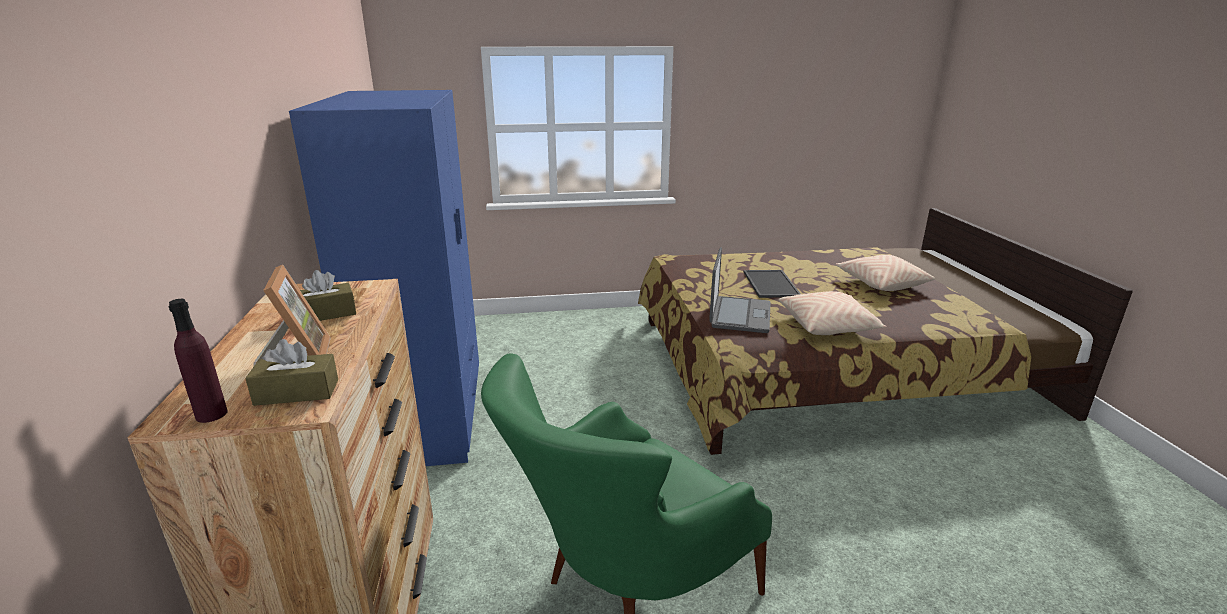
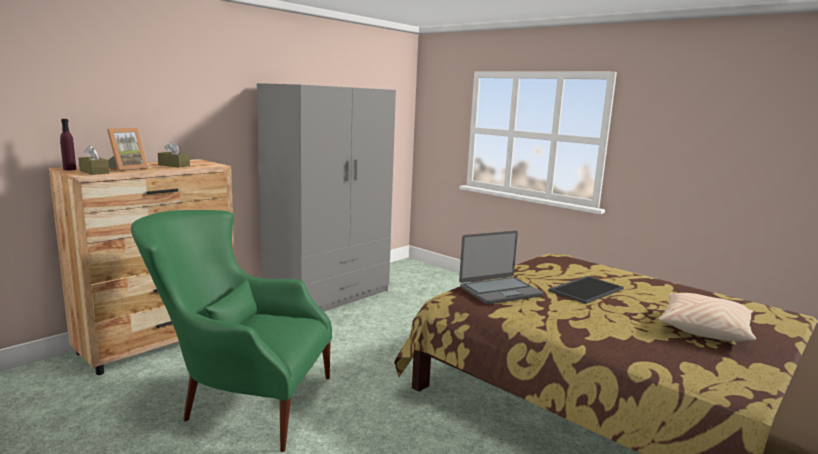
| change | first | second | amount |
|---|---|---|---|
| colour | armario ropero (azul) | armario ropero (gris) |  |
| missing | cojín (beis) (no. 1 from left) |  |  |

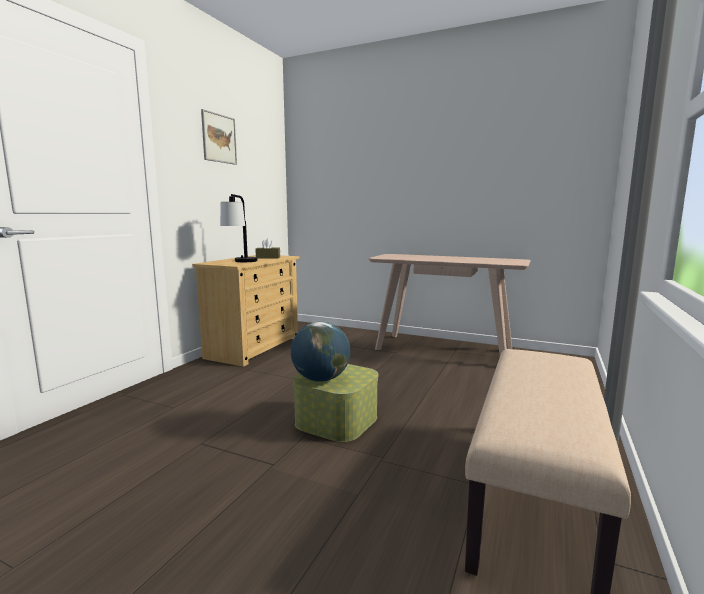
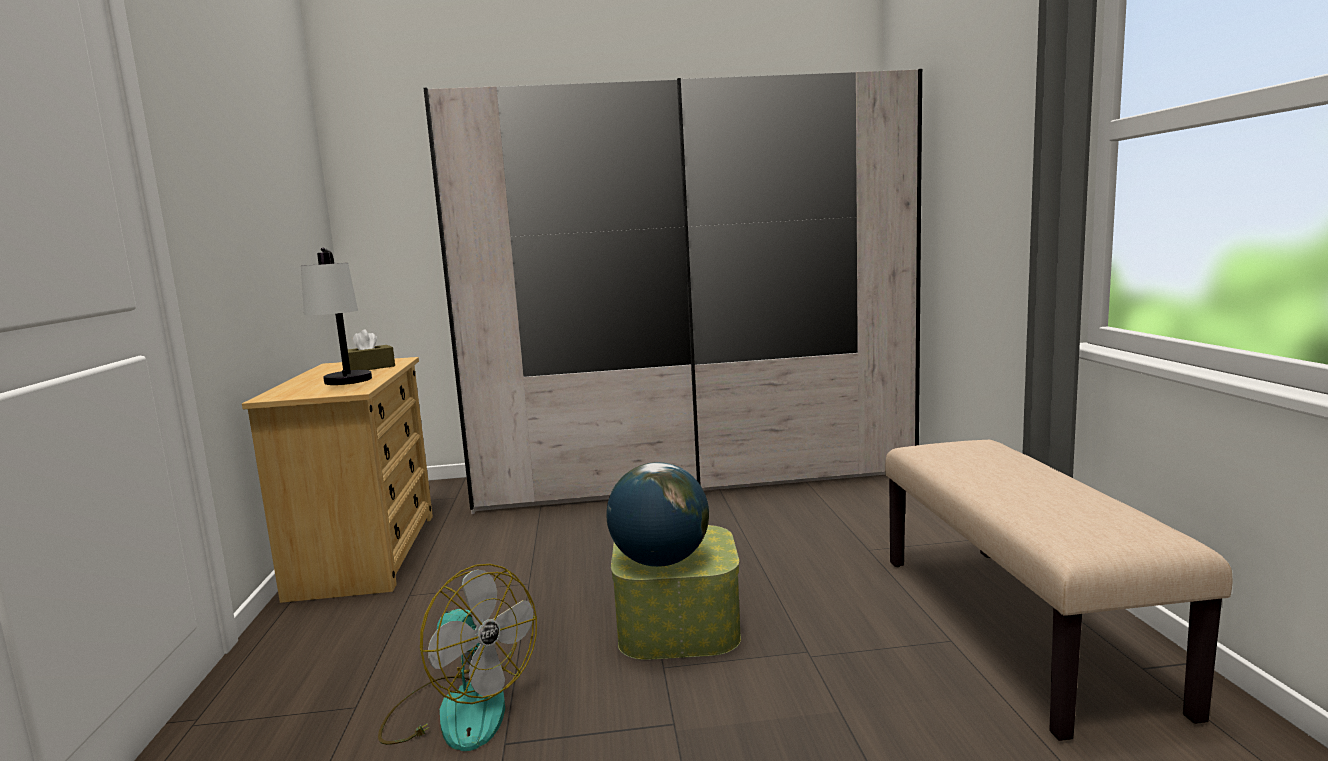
| change | first | second | amount |
|---|---|---|---|
| missing | cuadro |  |  |
| exchanged | mesa consola (beis) | armario ropero (blanco) |  |
| appeared |  | ventilador |  |

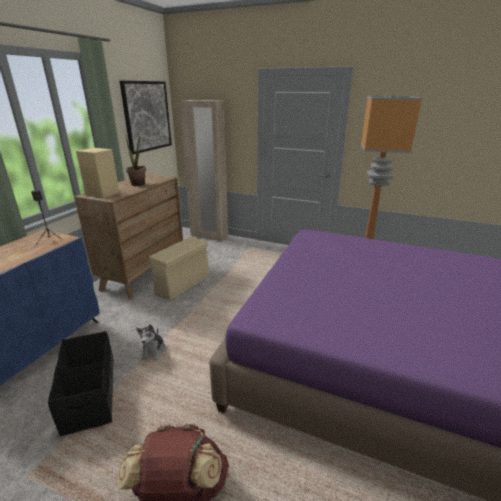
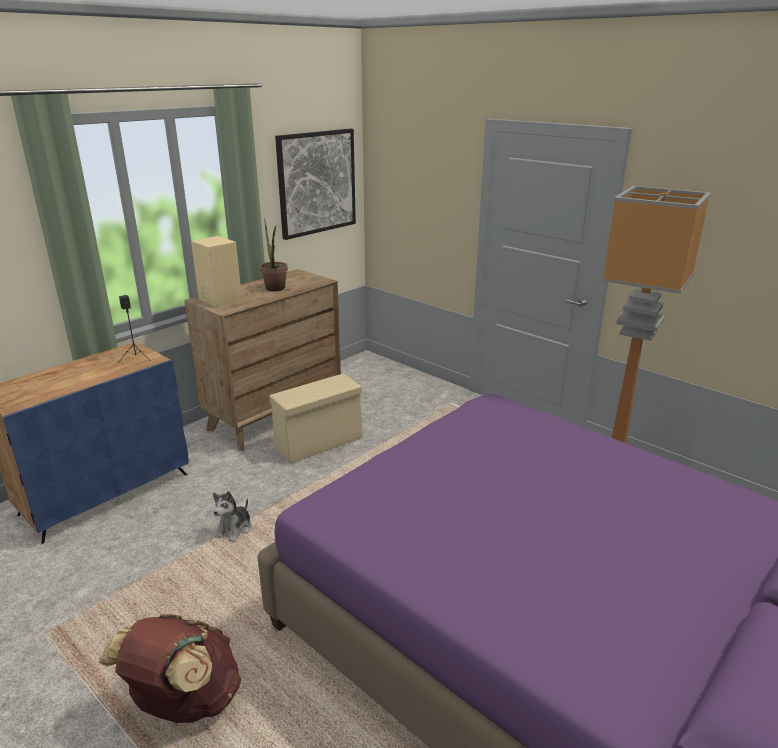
| change | first | second | amount |
|---|---|---|---|
| missing | armario ropero (beis) |  |  |
| missing | caja de almacenaje (negro) |  |  |

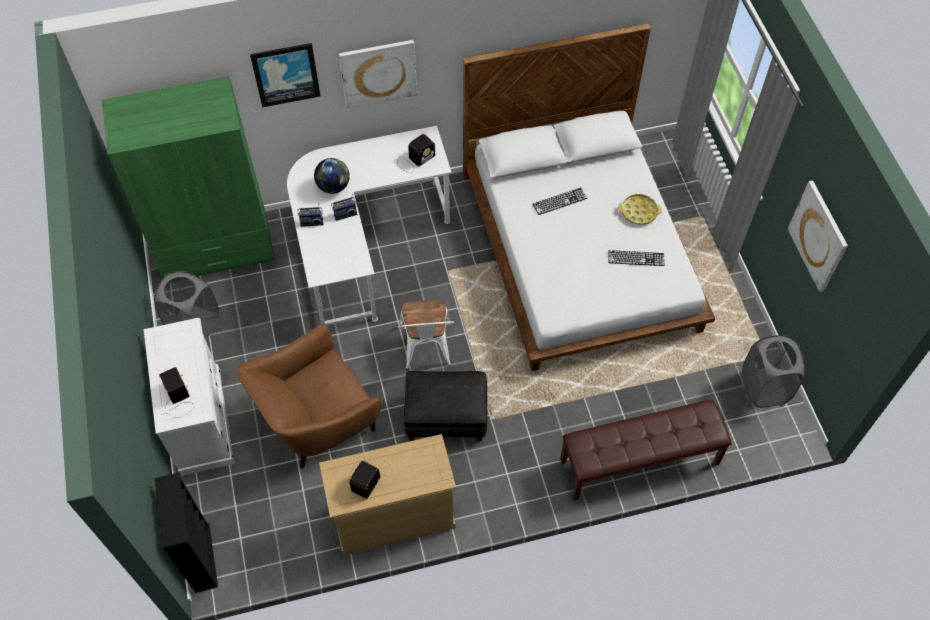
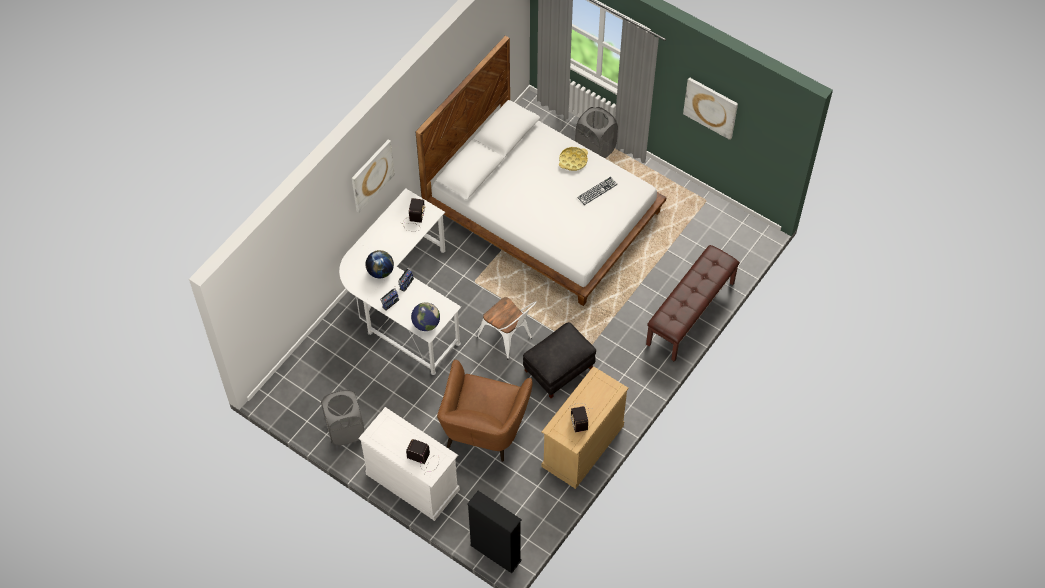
| change | first | second | amount |
|---|---|---|---|
| missing | cuadro (no. 1 from left) |  |  |
| missing | armario ropero (verde) |  |  |
| missing | teclado (no. 1 from left) |  |  |
| relocated | cesto de la ropa (gris) (no. 2 from left) |  |  |
| appeared |  | globo terráqueo (no. 2 from left) |  |

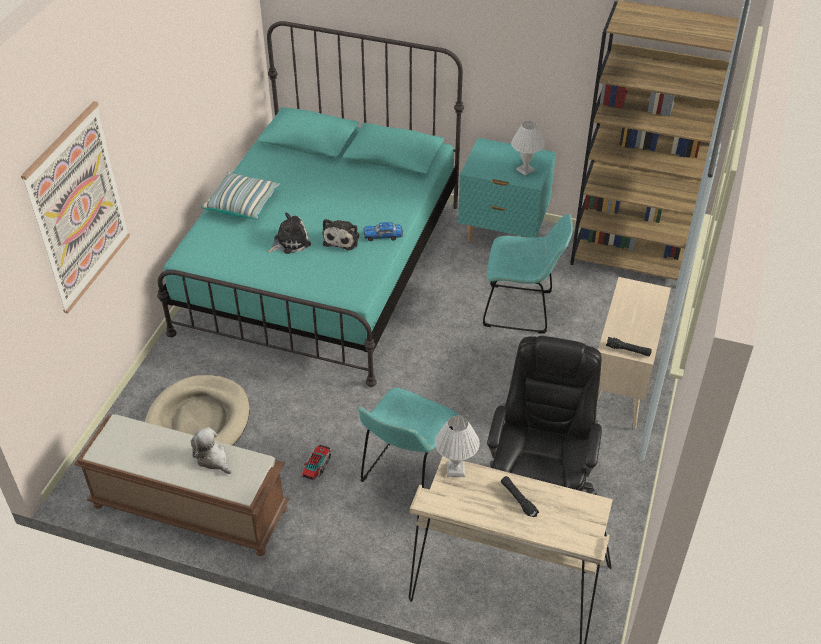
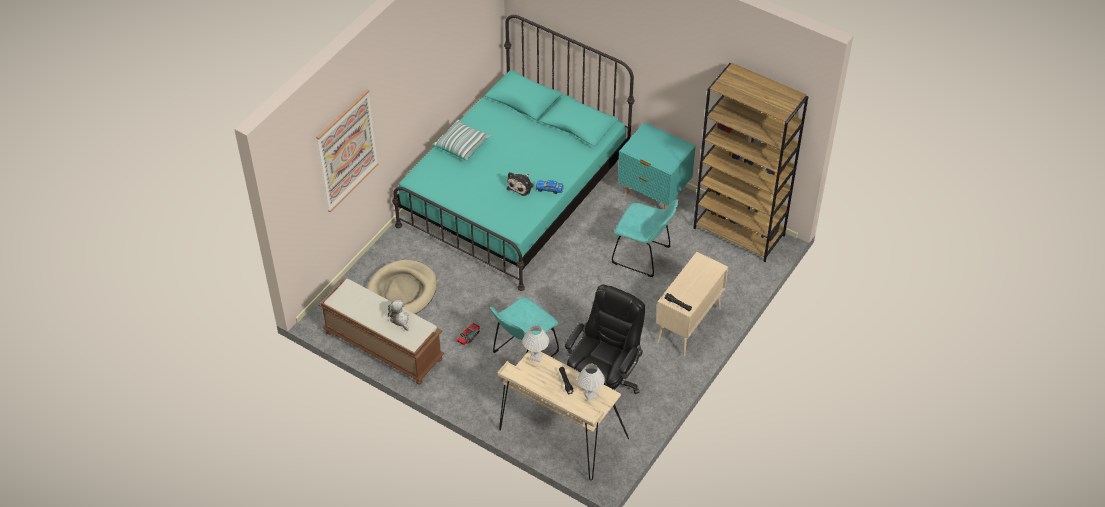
| change | first | second | amount |
|---|---|---|---|
| relocated | lámpara de mesa (blanco) (no. 2 from left) |  |  |
| missing | peluche (no. 2 from left) |  |  |

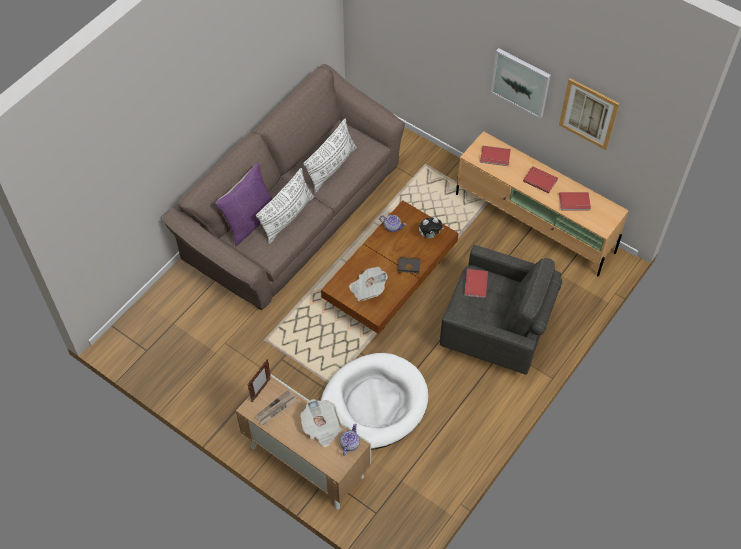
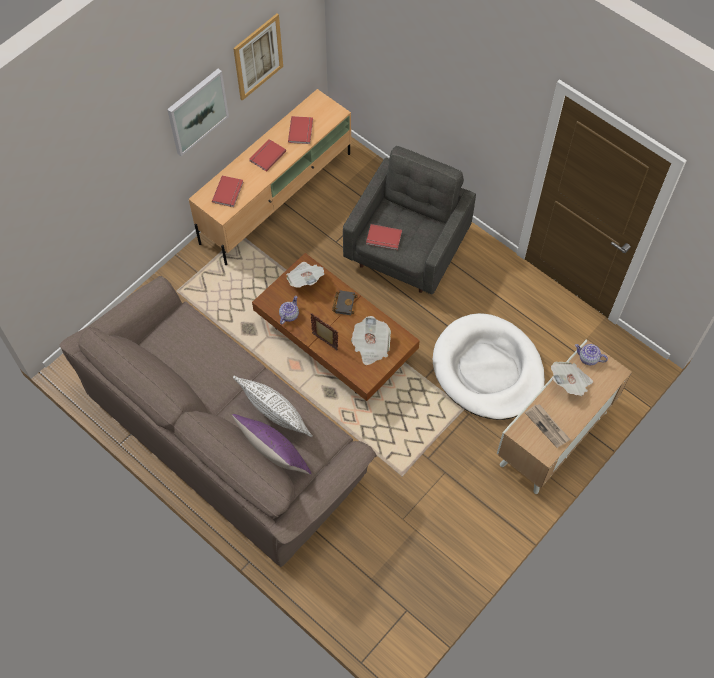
| change | first | second | amount |
|---|---|---|---|
| missing | cojín (blanco) (no. 2 from left) |  |  |
| exchanged | peluche | periódico (no. 1 from left) |  |
| relocated | portarretratos |  |  |

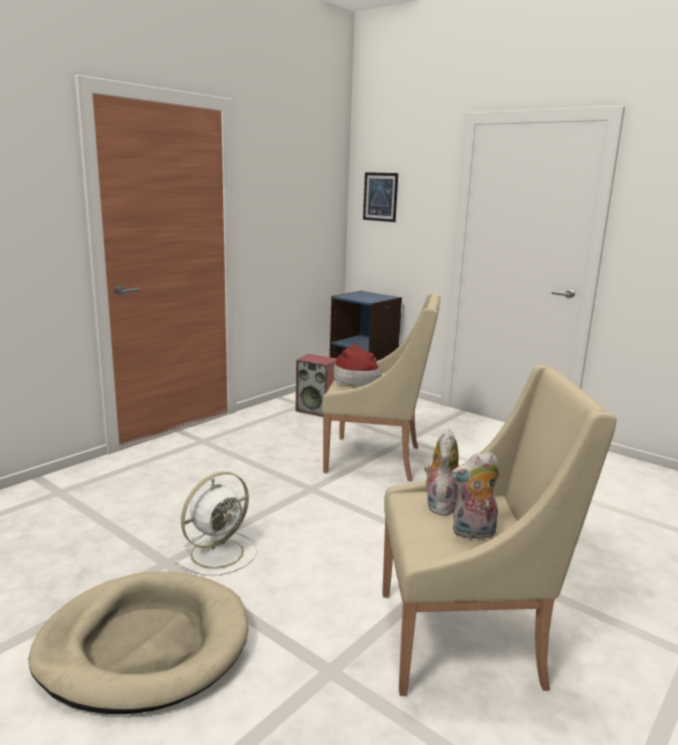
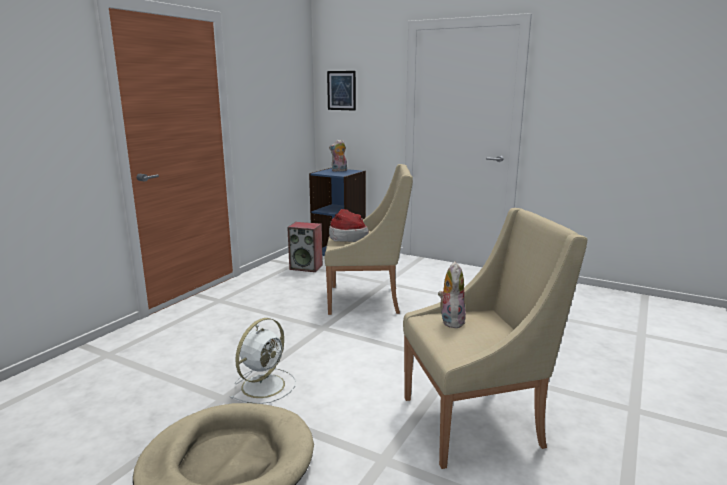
| change | first | second | amount |
|---|---|---|---|
| relocated | peluche (no. 2 from left in the first image) | peluche (no. 1 from left) |  |

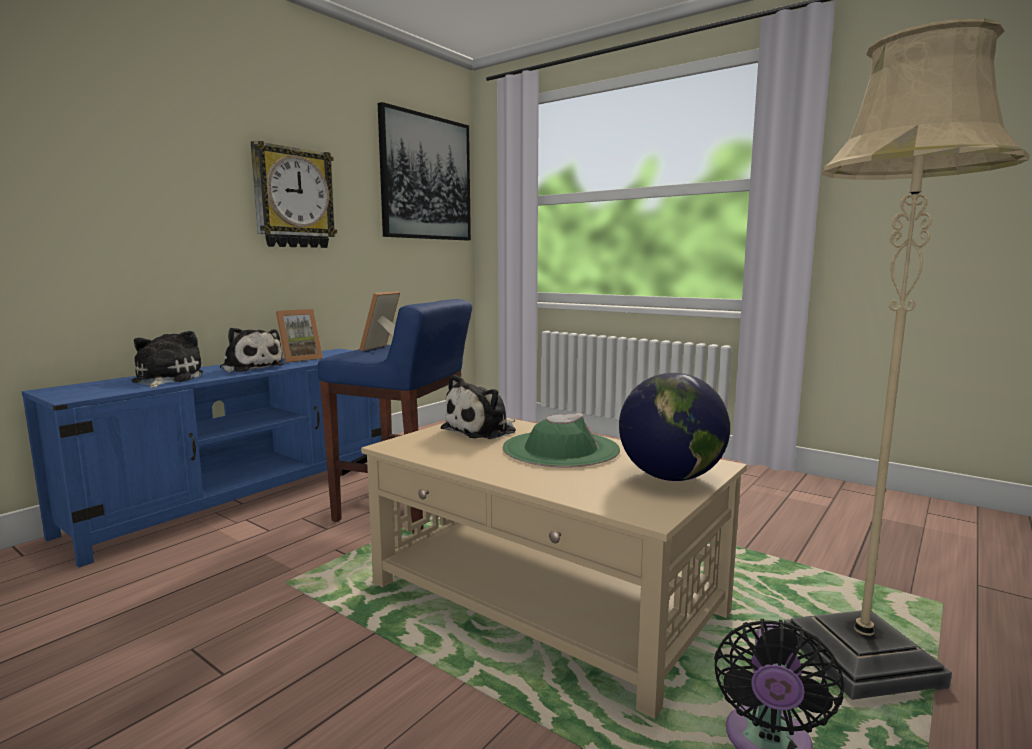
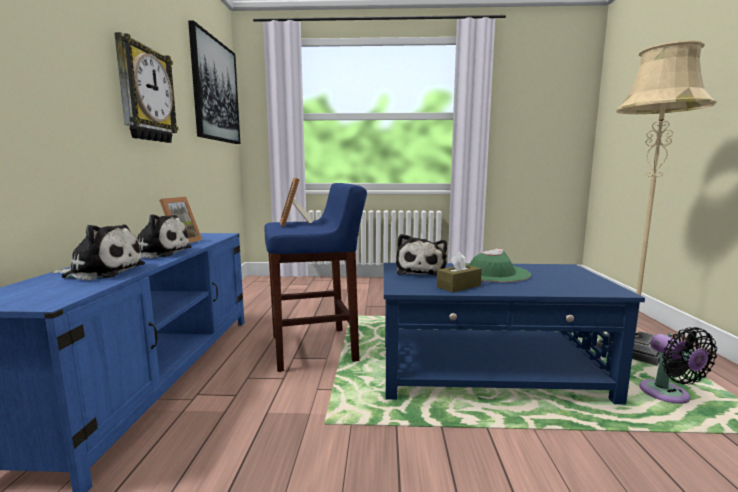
| change | first | second | amount |
|---|---|---|---|
| spun | peluche (no. 1 from left) |  | 135 degrees clockwise |
| missing | globo terráqueo |  |  |
| colour | mesa de centro (beis) | mesa de centro (azul) |  |
| appeared |  | caja de pañuelos (marrón) |  |

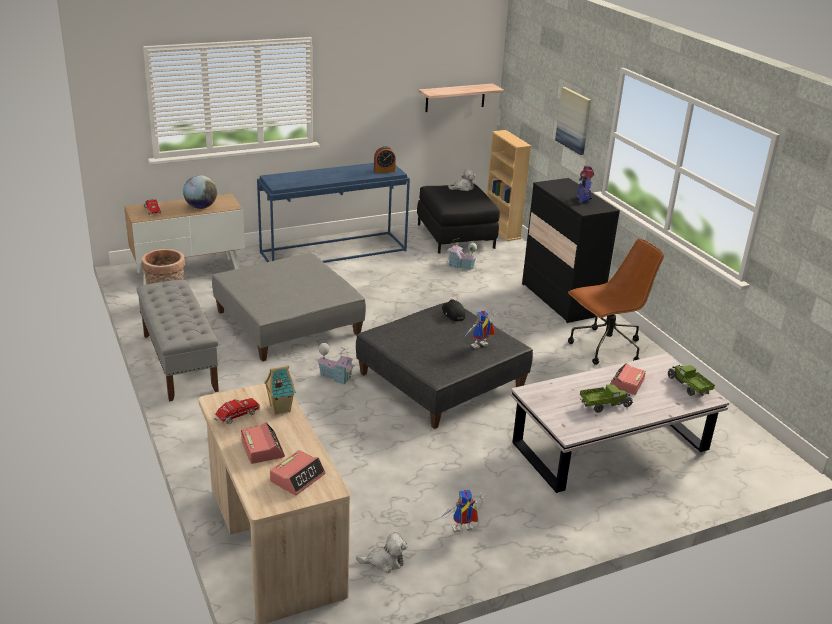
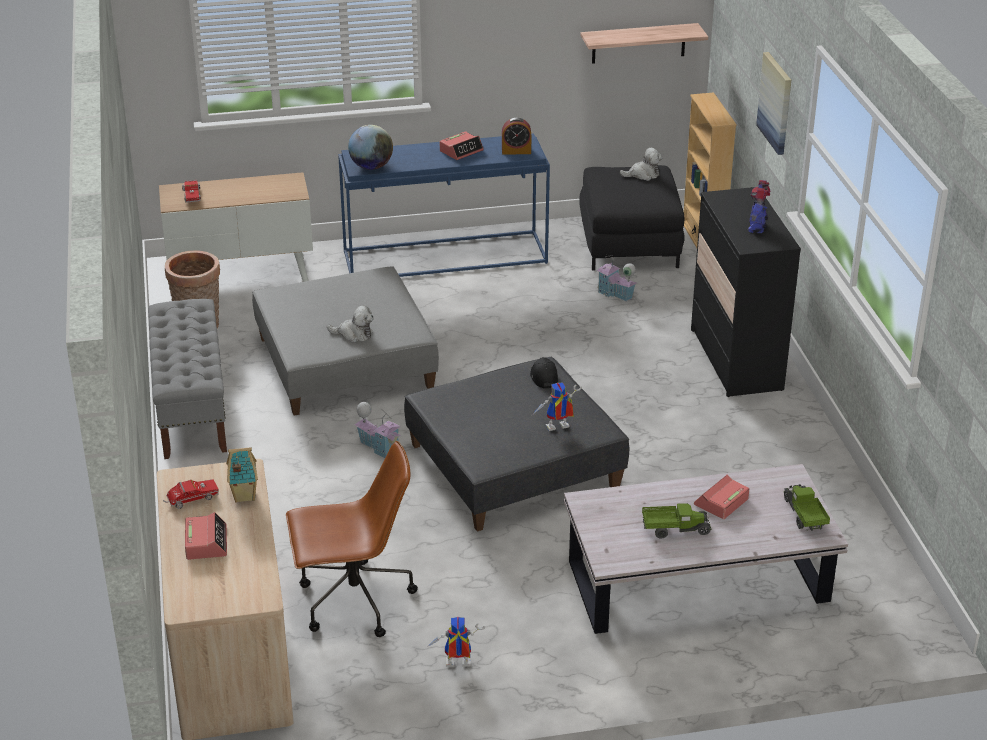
| change | first | second | amount |
|---|---|---|---|
| relocated | globo terráqueo |  |  |
| relocated | silla de oficina (marrón) |  |  |
| relocated | despertador (no. 2 from left) |  |  |
| relocated | peluche (no. 1 from left) |  |  |

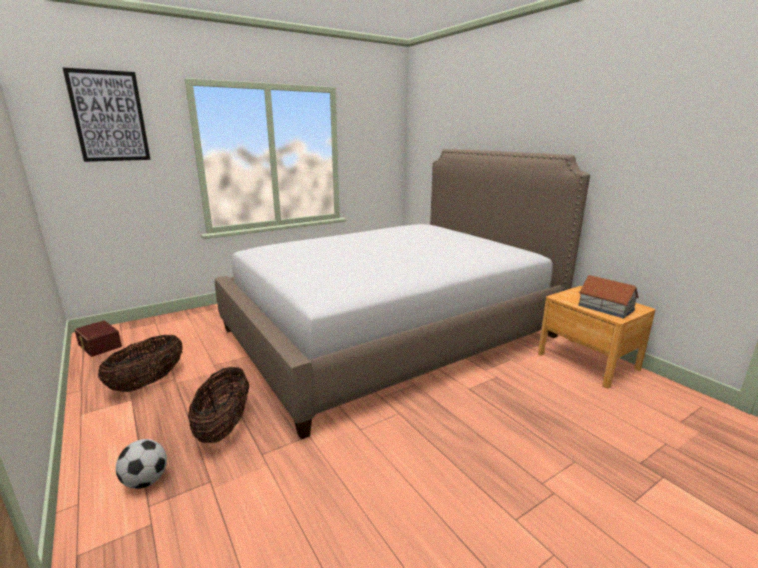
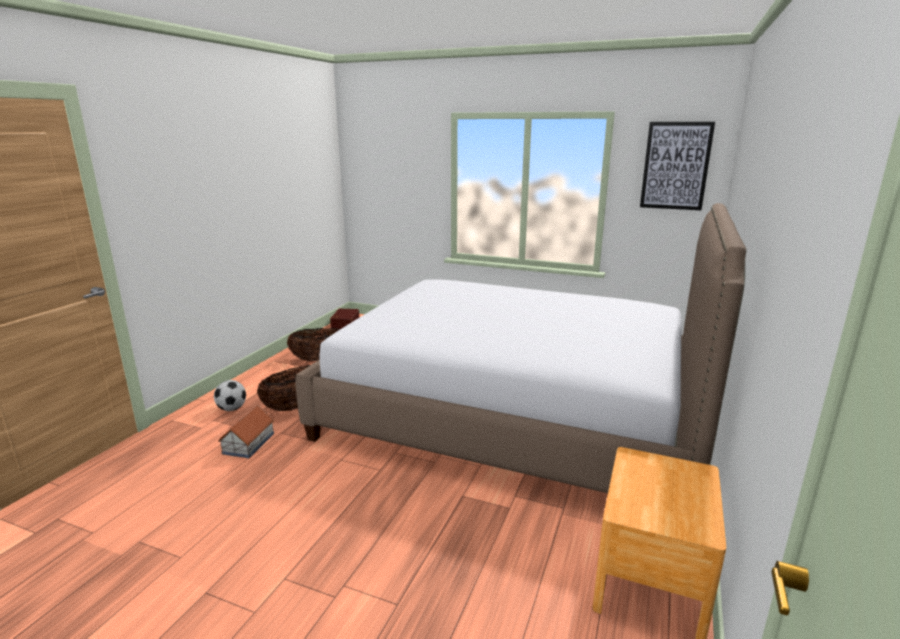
| change | first | second | amount |
|---|---|---|---|
| relocated | cuadro |  |  |
| relocated | casita |  |  |

